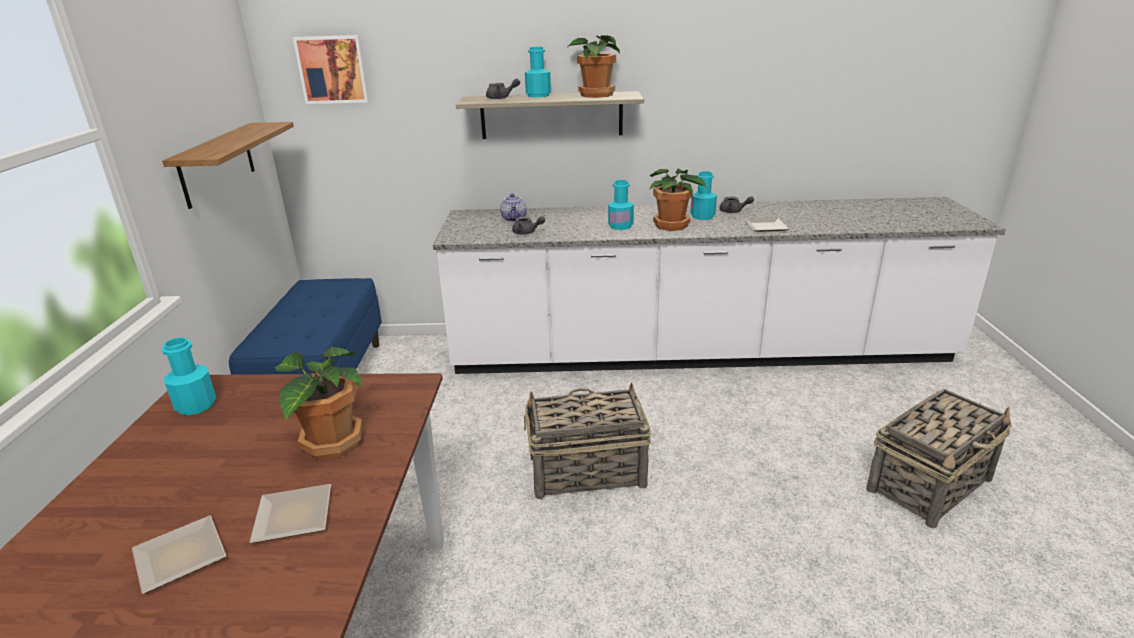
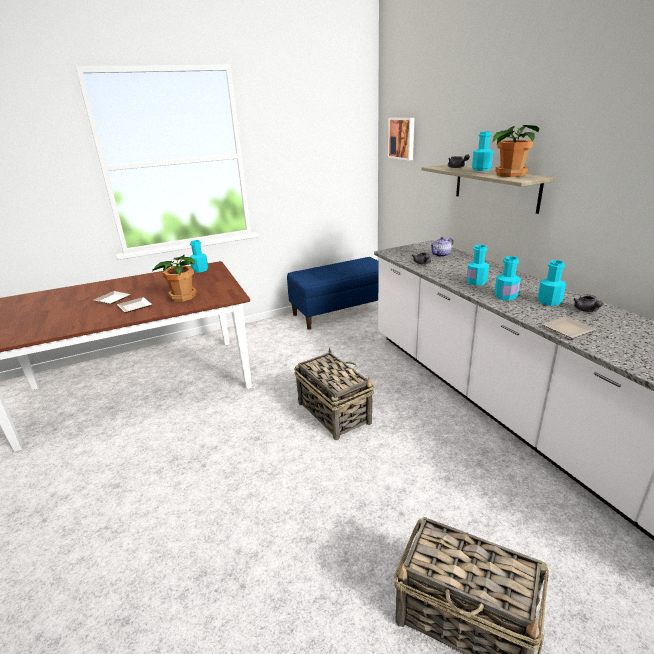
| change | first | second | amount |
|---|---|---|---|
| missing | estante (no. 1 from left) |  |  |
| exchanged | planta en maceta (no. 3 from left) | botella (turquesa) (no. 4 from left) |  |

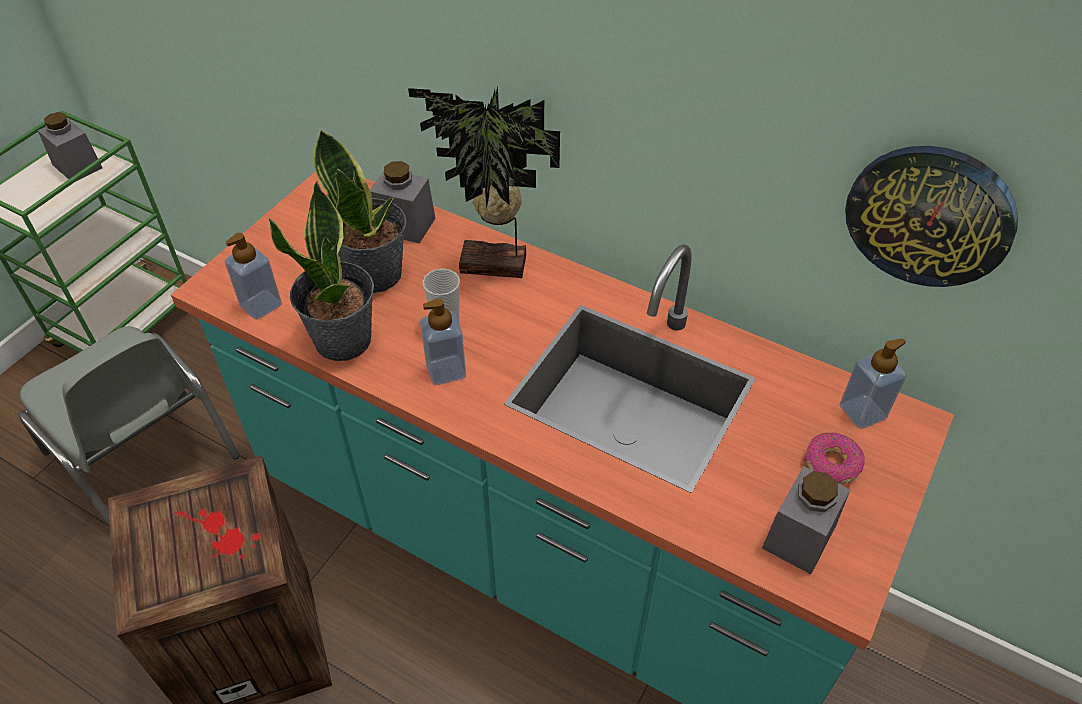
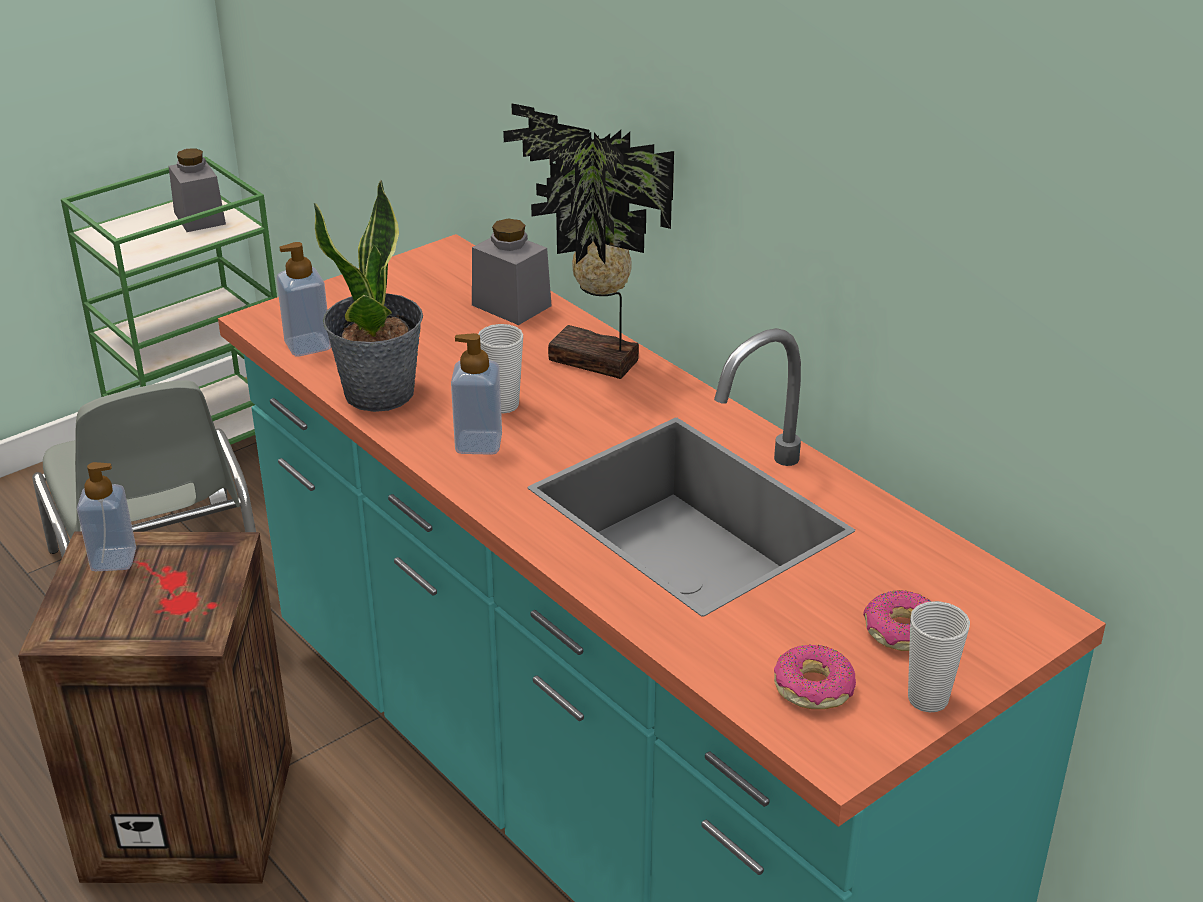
| change | first | second | amount |
|---|---|---|---|
| missing | planta en maceta (no. 2 from left) |  |  |
| missing | reloj de pared |  |  |
| relocated | dispensador de jabón (no. 3 from left in the first image) | dispensador de jabón (no. 1 from left) |  |
| exchanged | tarro (gris) (no. 3 from left) | rosquilla (no. 1 from left) |  |
| appeared |  | taza (no. 2 from left) |  |

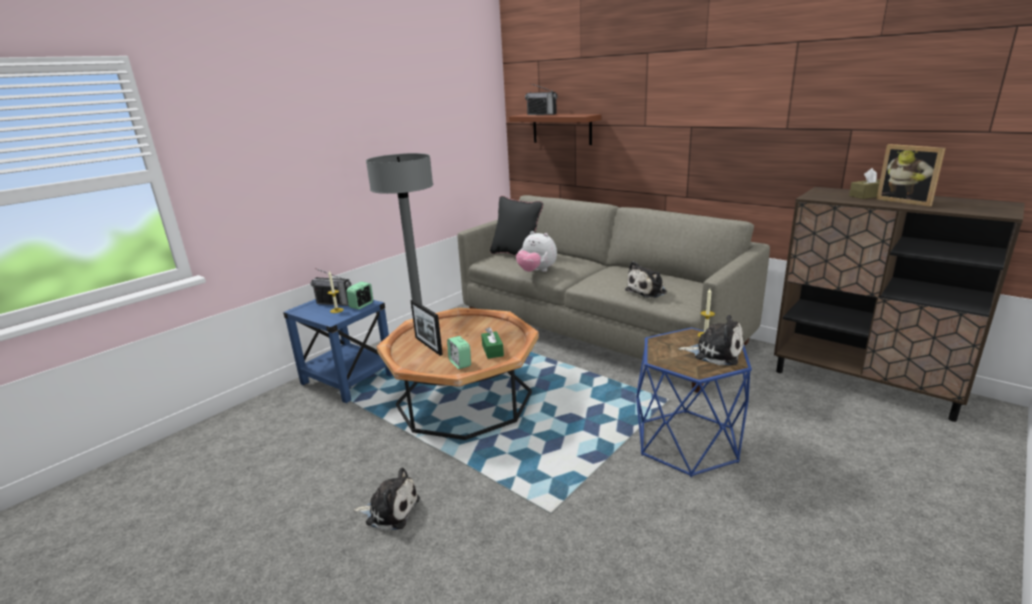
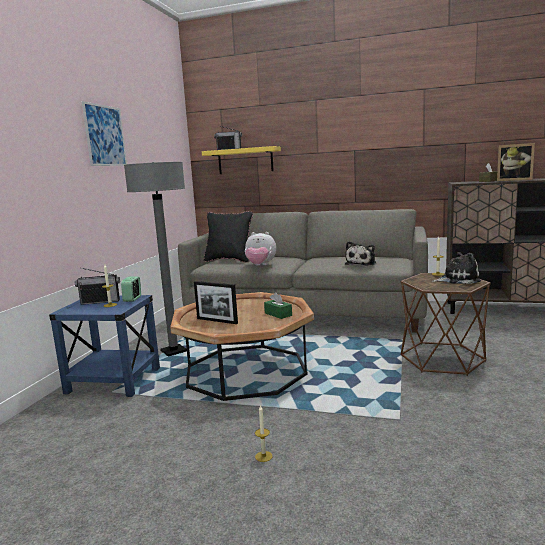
| change | first | second | amount |
|---|---|---|---|
| colour | estante (marrón) | estante (amarillo) |  |
| colour | mesa auxiliar (azul) (no. 2 from left) | mesa auxiliar (marrón) |  |
| missing | despertador (no. 2 from left) |  |  |
| exchanged | peluche (no. 1 from left) | vela (no. 2 from left) |  |
| appeared |  | cuadro |  |

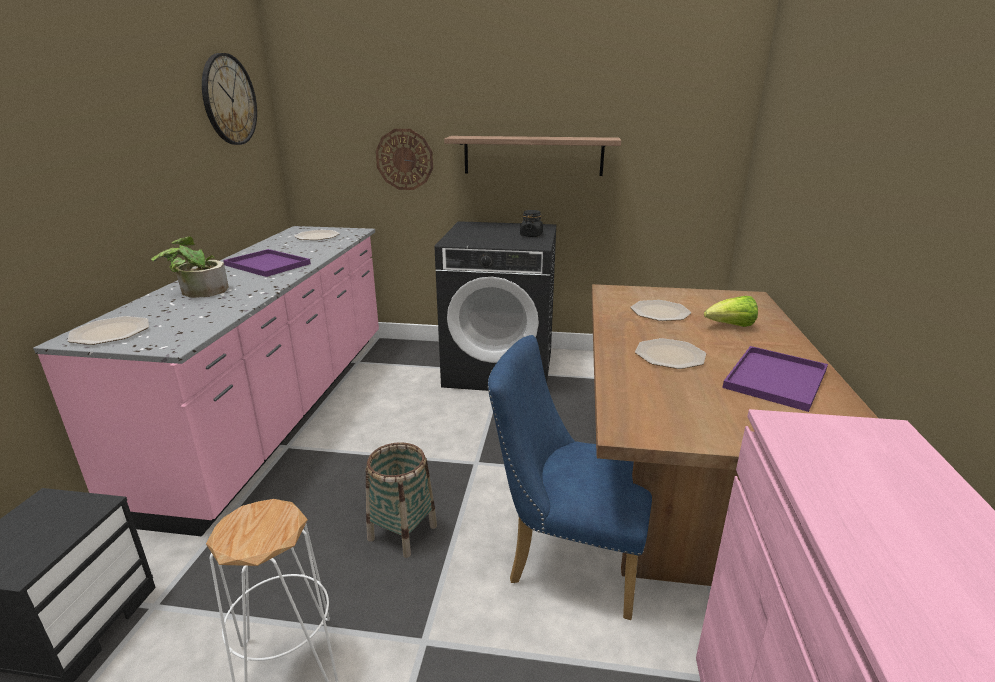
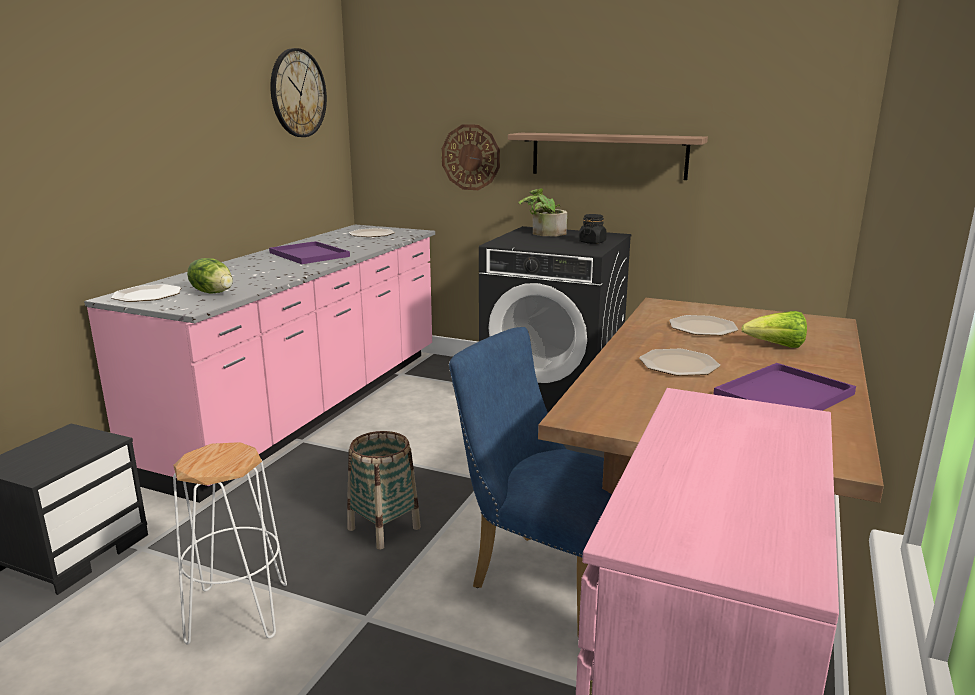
| change | first | second | amount |
|---|---|---|---|
| relocated | planta en maceta |  |  |
| appeared |  | lechuga (no. 1 from left) |  |

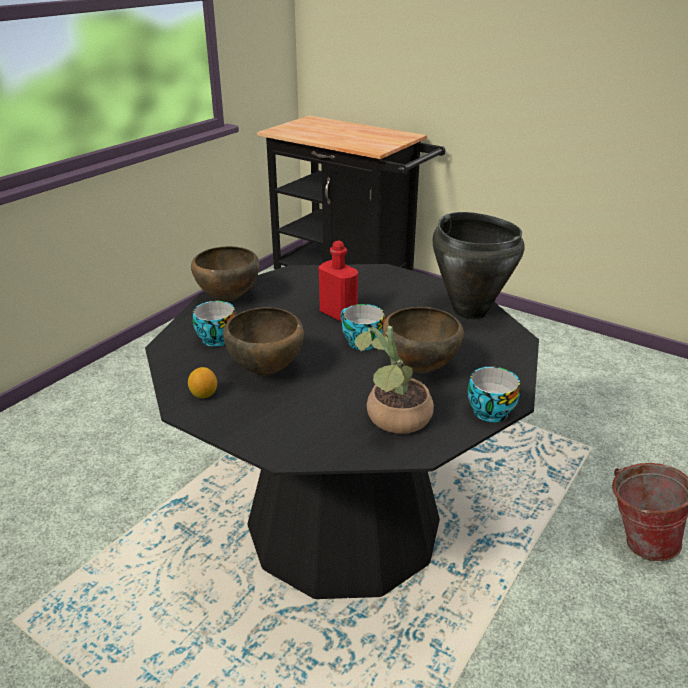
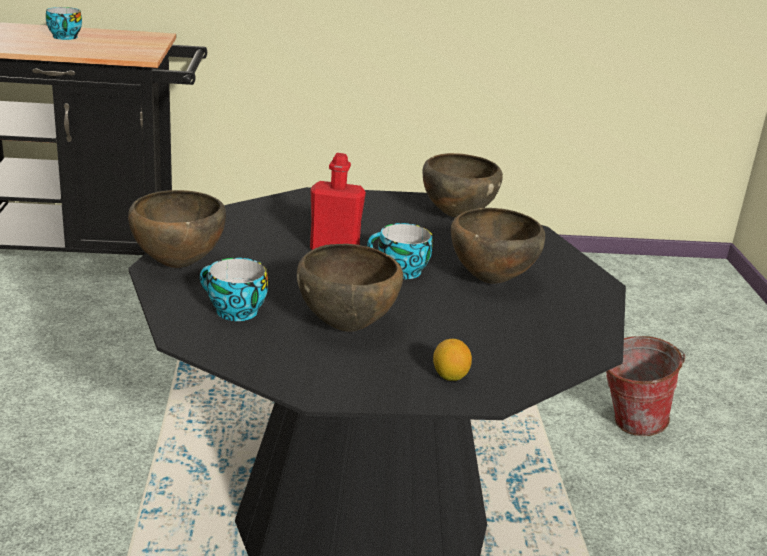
| change | first | second | amount |
|---|---|---|---|
| exchanged | olla (negro) | cuenco (marrón) (no. 3 from left) |  |
| missing | planta en maceta |  |  |
| relocated | limón |  |  |
| relocated | taza (no. 3 from left in the first image) | taza (no. 1 from left) |  |

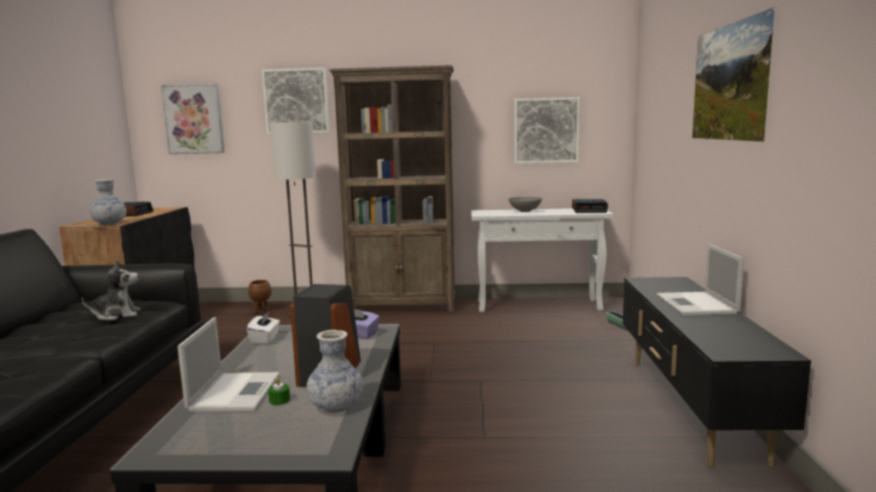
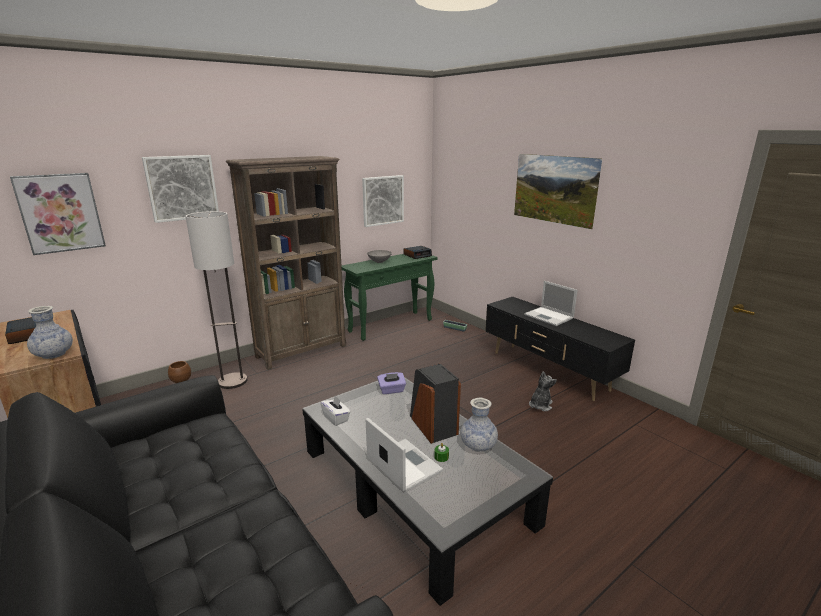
| change | first | second | amount |
|---|---|---|---|
| colour | mesa consola (blanco) | mesa consola (verde) |  |
| relocated | peluche |  |  |

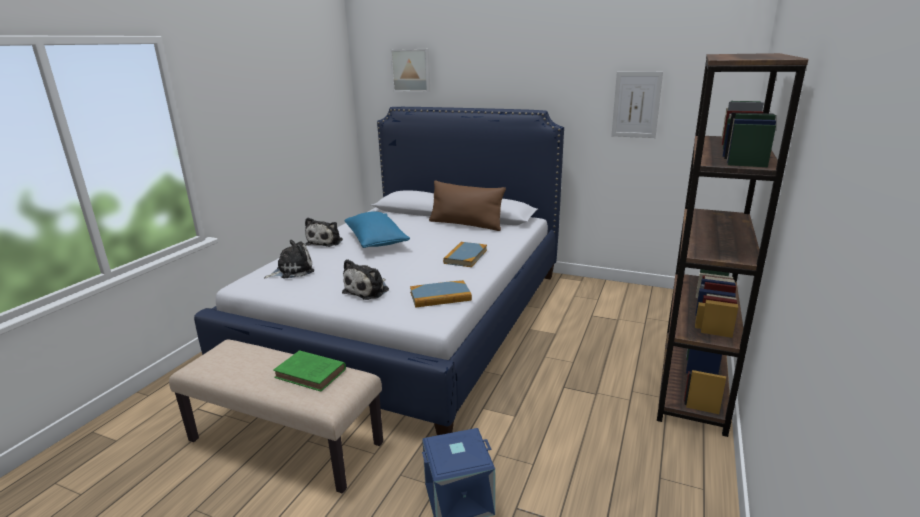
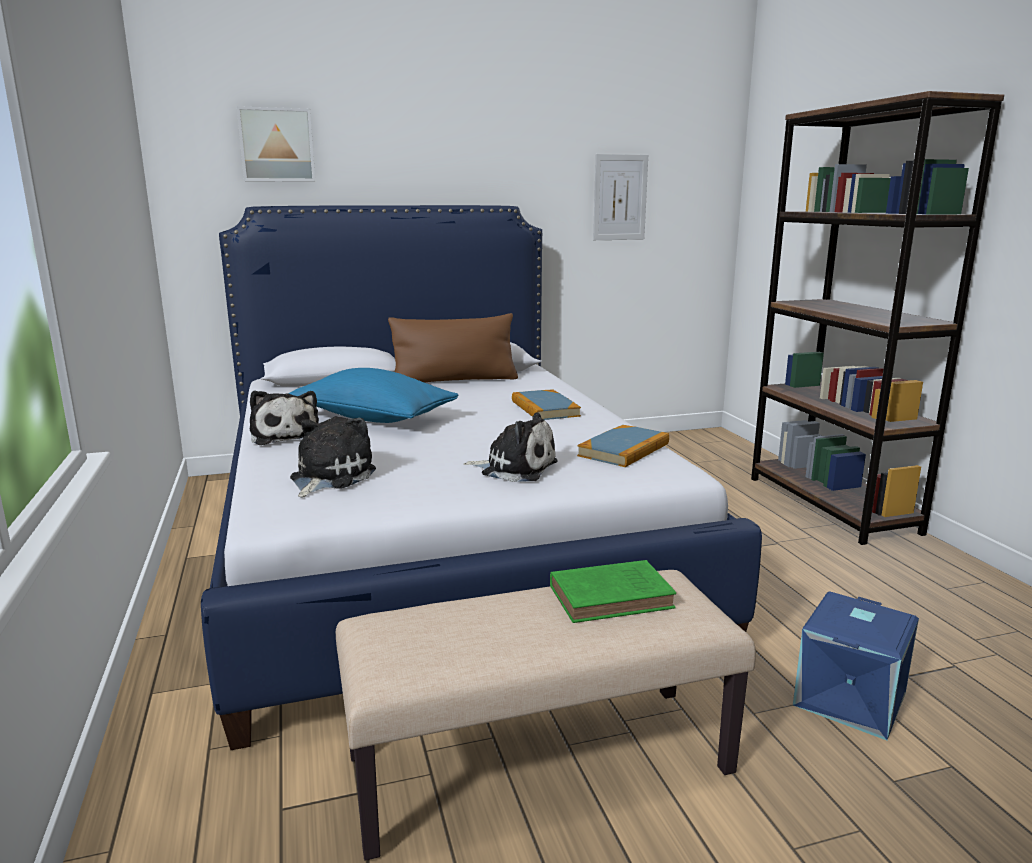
| change | first | second | amount |
|---|---|---|---|
| spun | peluche (no. 3 from left) |  | 60 degrees counterclockwise |

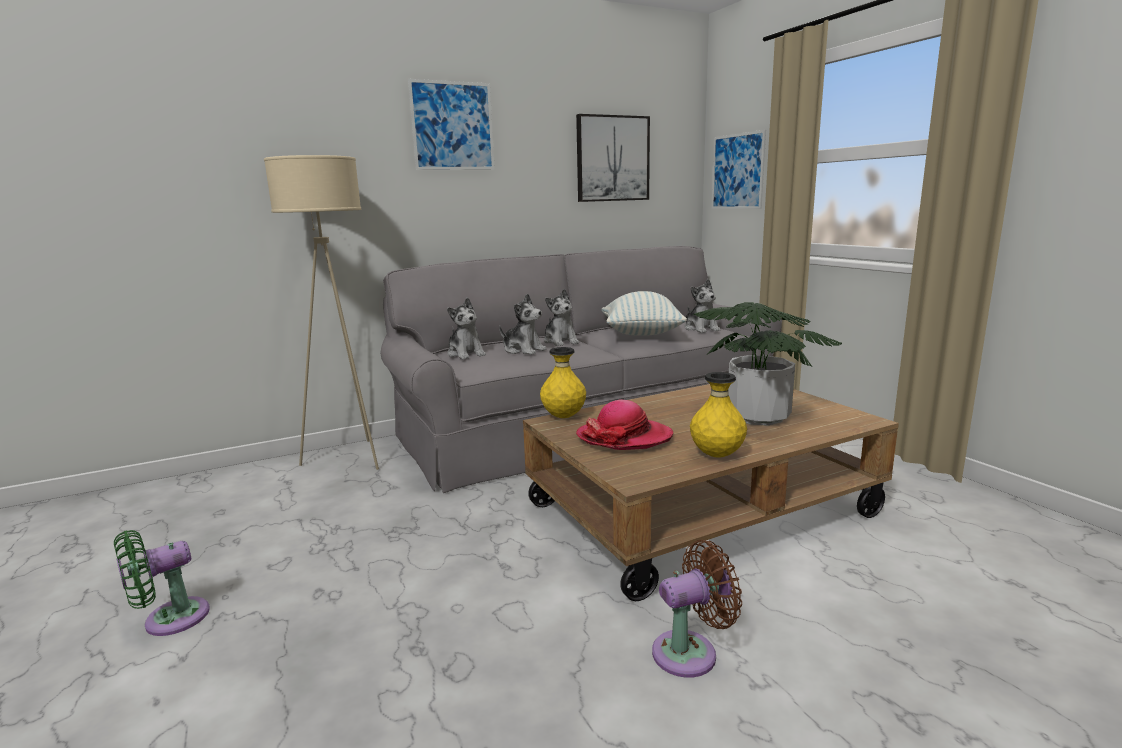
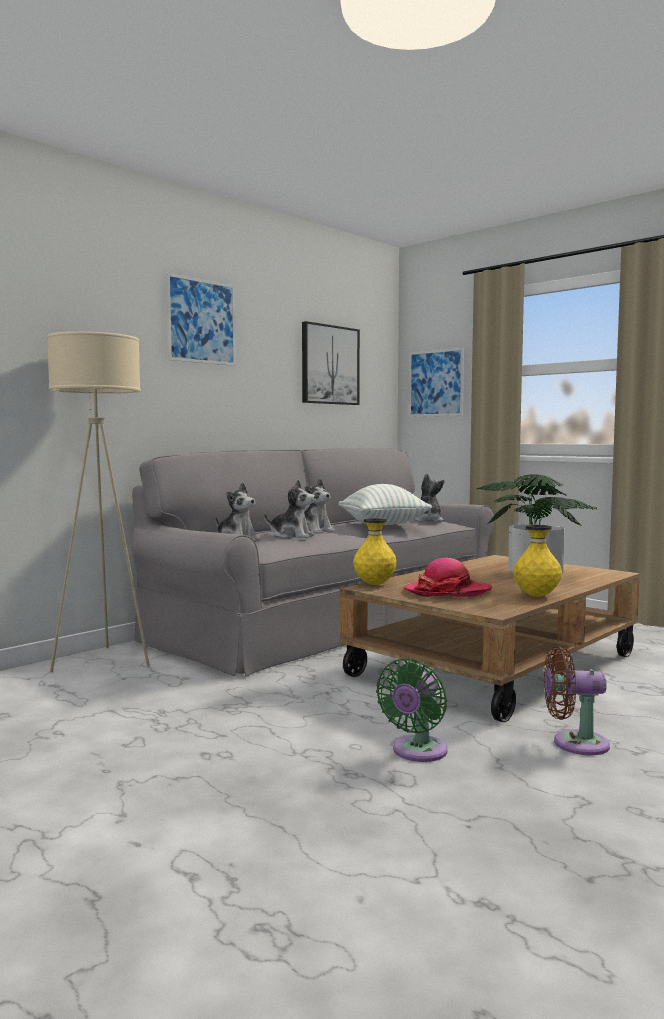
| change | first | second | amount |
|---|---|---|---|
| spun | peluche (no. 4 from left) |  | 135 degrees counterclockwise |
| relocated | ventilador (verde) |  |  |
| spun | ventilador (marrón) |  | 135 degrees counterclockwise |

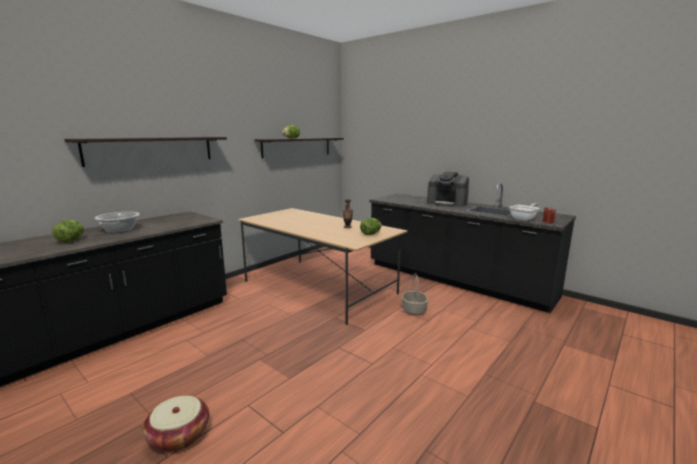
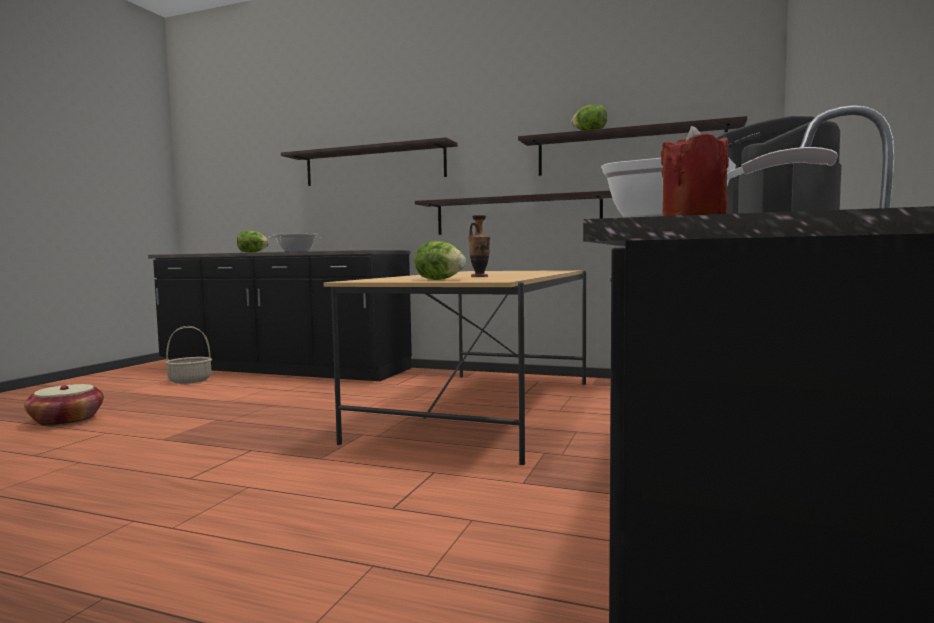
| change | first | second | amount |
|---|---|---|---|
| relocated | cesta (no. 2 from left) |  |  |
| appeared |  | estante (no. 2 from left) |  |

